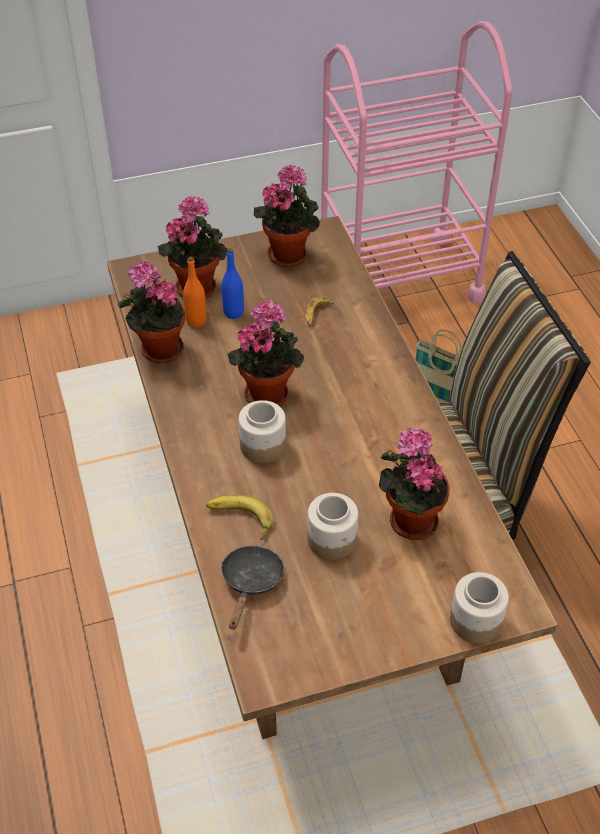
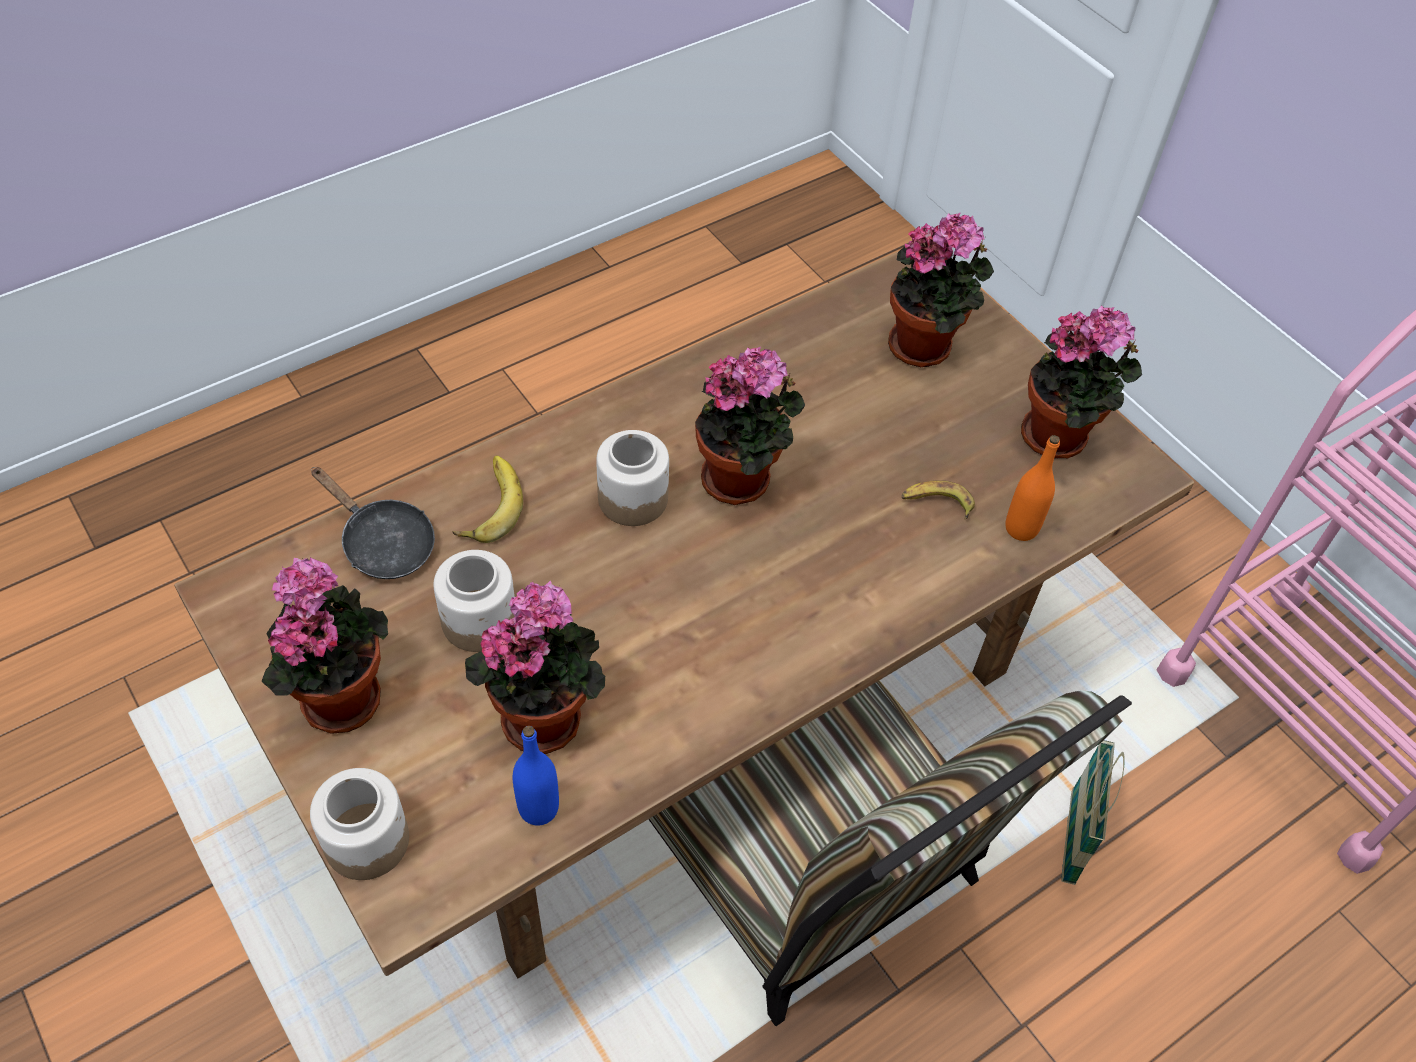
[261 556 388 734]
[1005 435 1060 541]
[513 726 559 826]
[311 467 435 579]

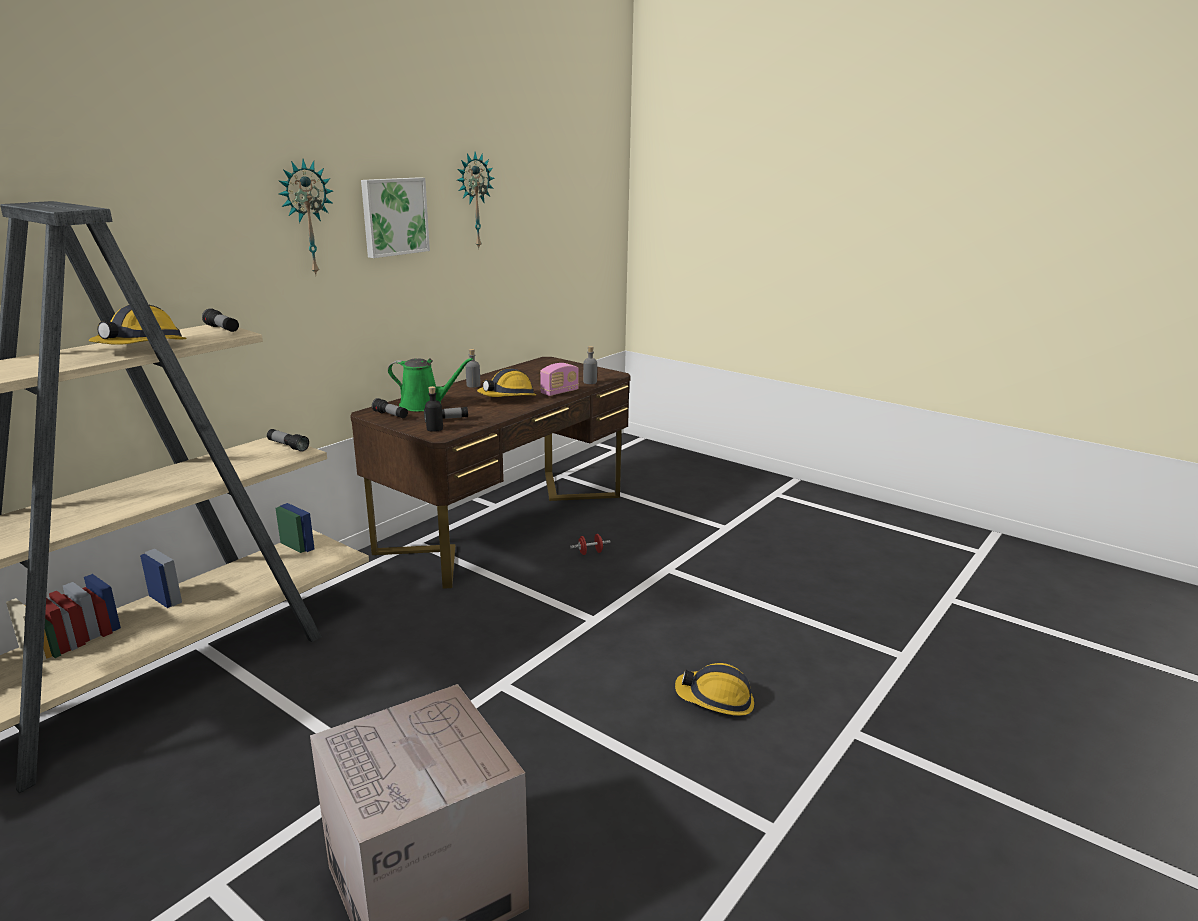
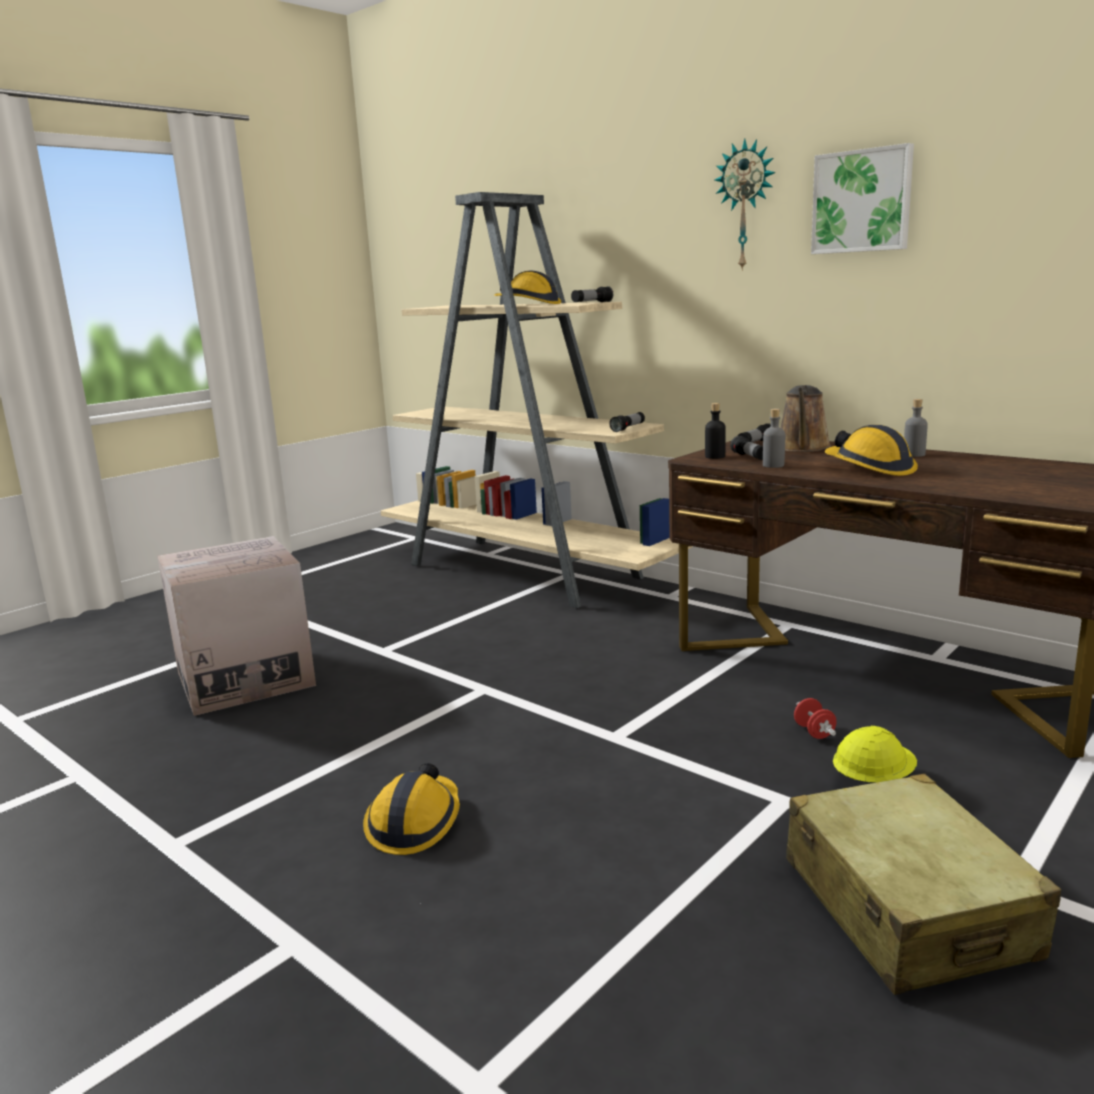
[781 385 831 452]
[457 152 494 248] (first image)
[540 363 579 396] (first image)
[763 409 785 468]
[786 774 1061 995]
[833 726 917 784]

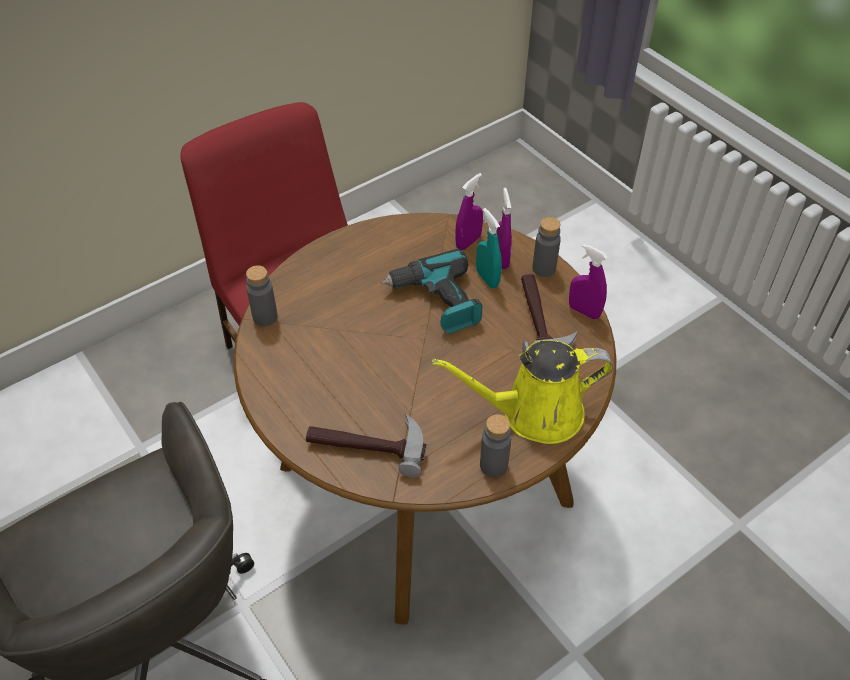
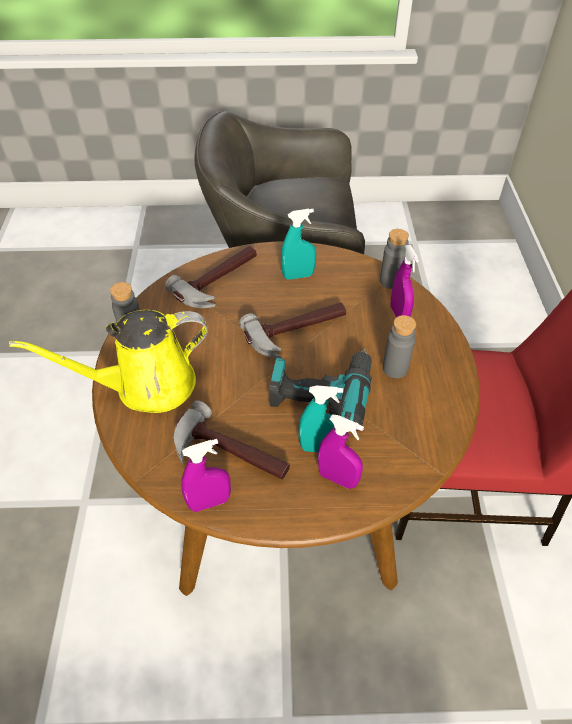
[9 310 208 413]
[390 245 419 317]
[383 315 416 378]
[239 302 346 358]
[281 209 316 280]

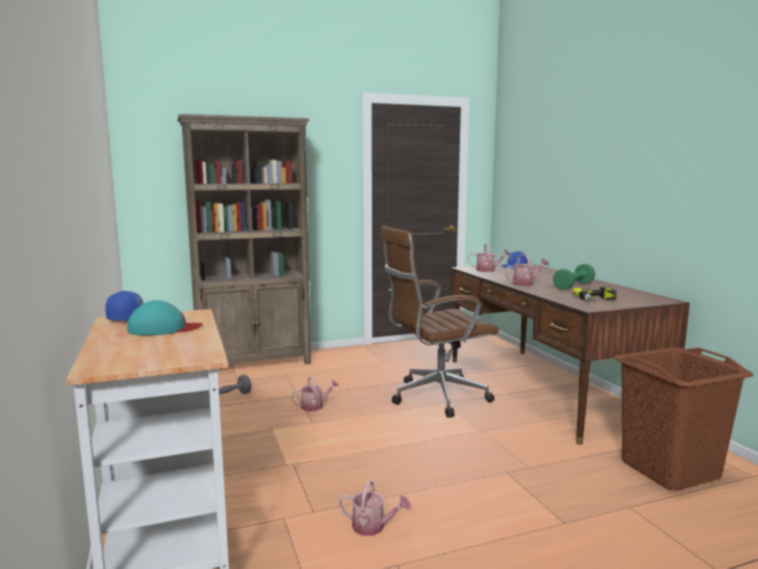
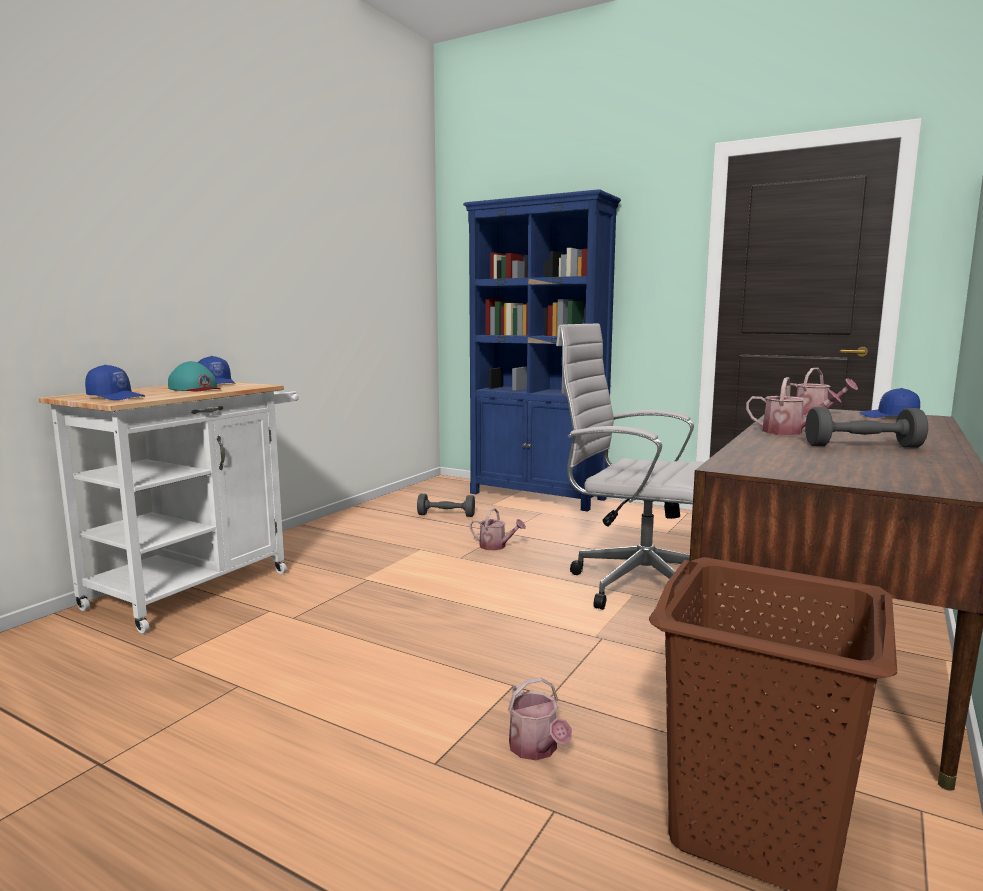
[463 189 621 512]
[508 677 572 760]
[556 323 705 610]
[805 407 928 448]
[573 287 616 302] (first image)
[85 365 145 400]

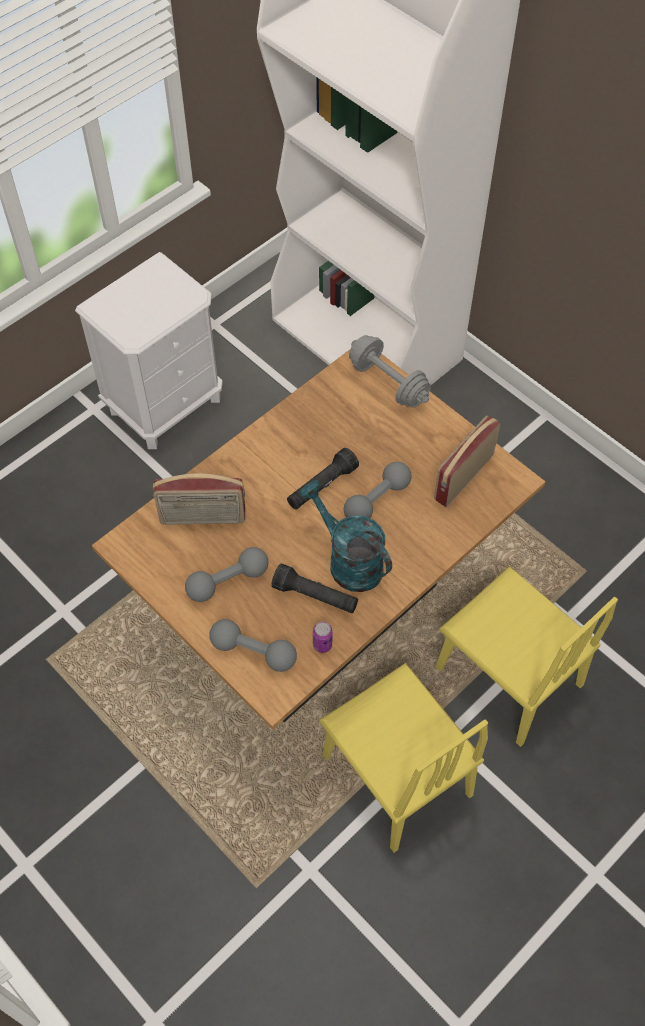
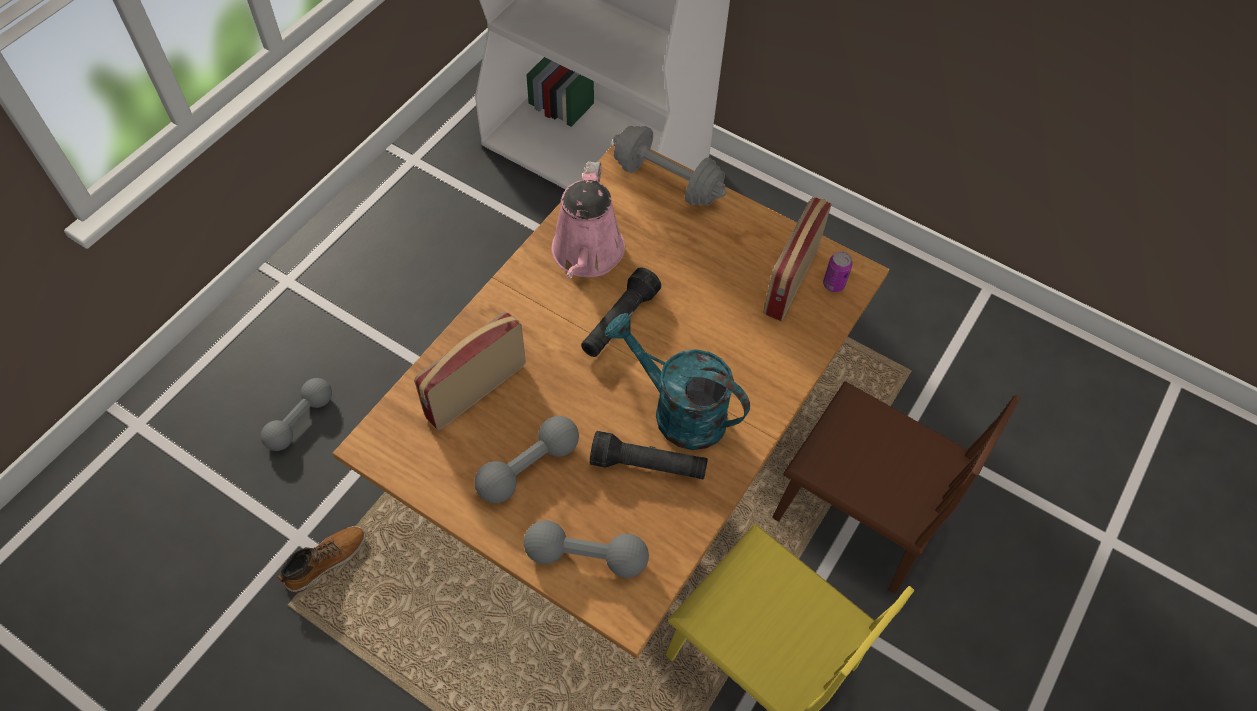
[75 252 223 449] (first image)
[414 312 526 430]
[823 251 853 292]
[261 378 332 451]
[772 381 1020 594]
[278 526 366 593]
[551 161 625 278]

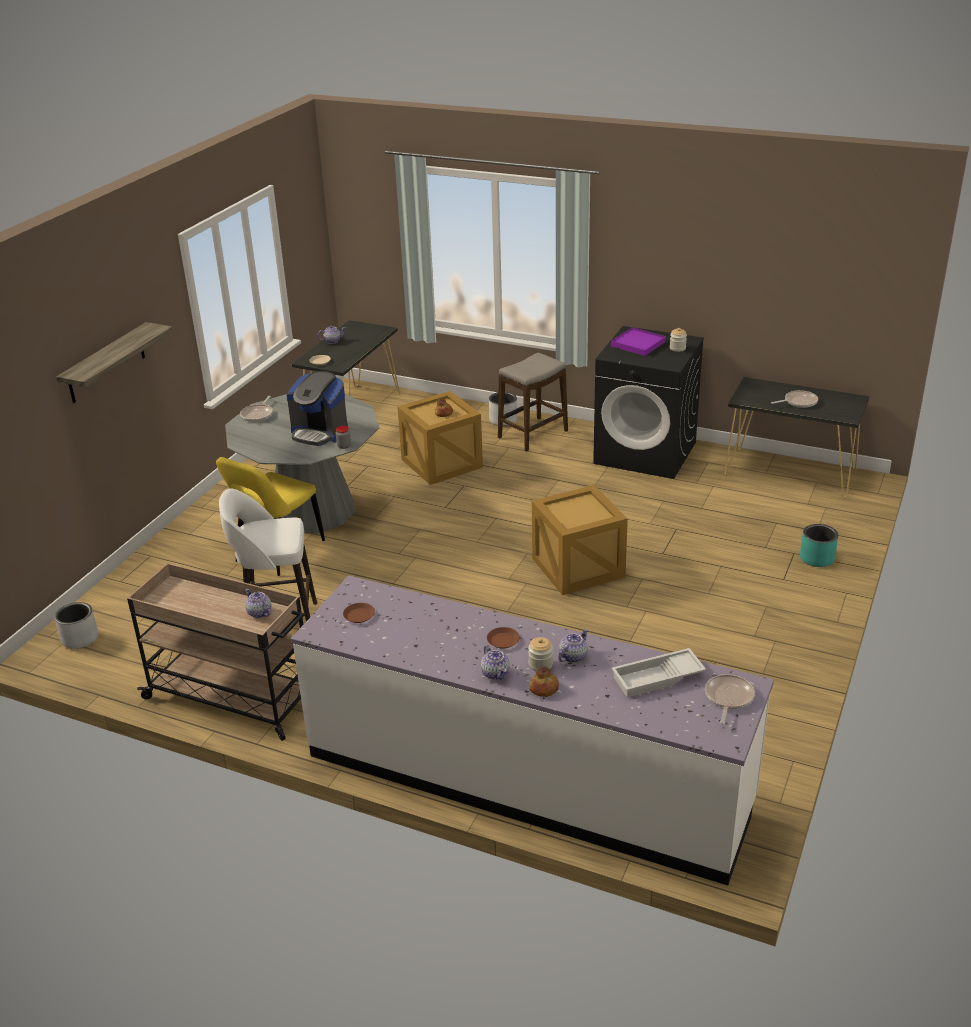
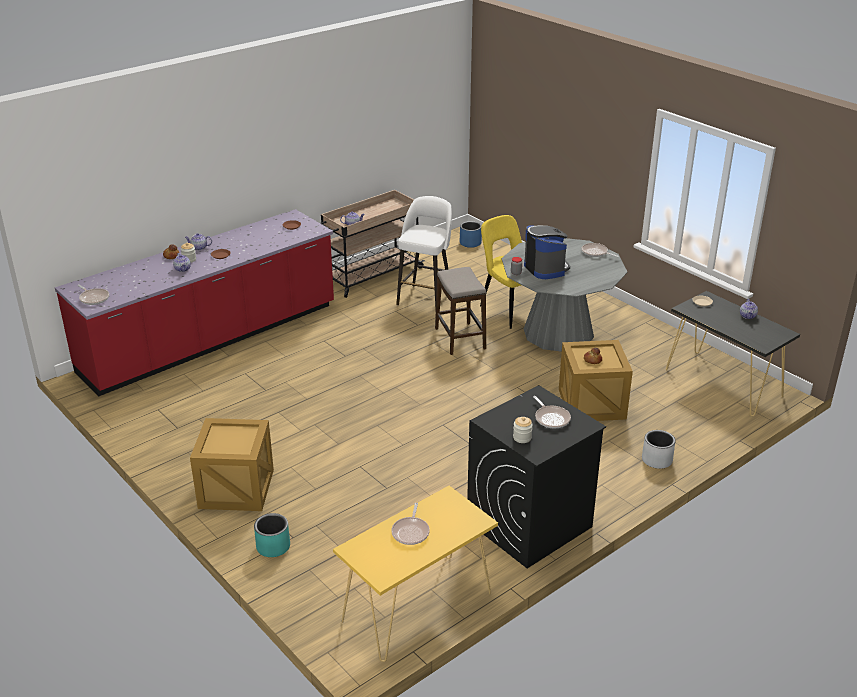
[460 221 482 248]
[56 322 173 403] (first image)
[524 225 570 279]
[55 209 334 397]
[435 267 486 355]
[190 418 274 511]
[533 396 571 428]
[611 648 706 697] (first image)
[333 486 498 662]

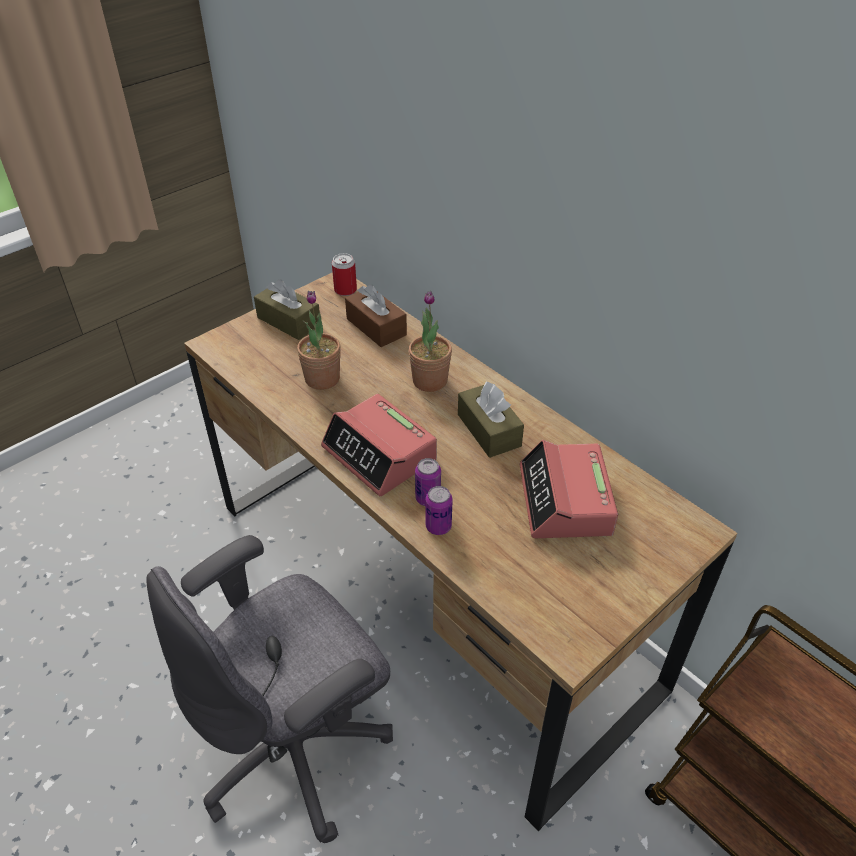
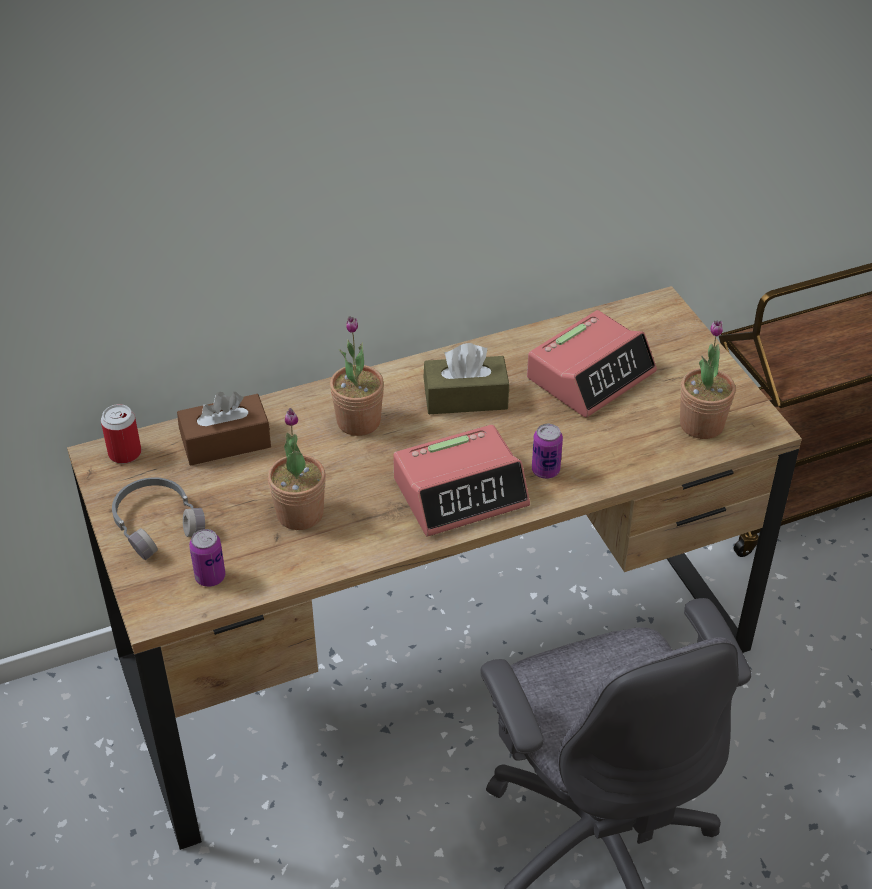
[112 477 205 560]
[189 529 226 587]
[527 310 657 418]
[680 320 735 439]

